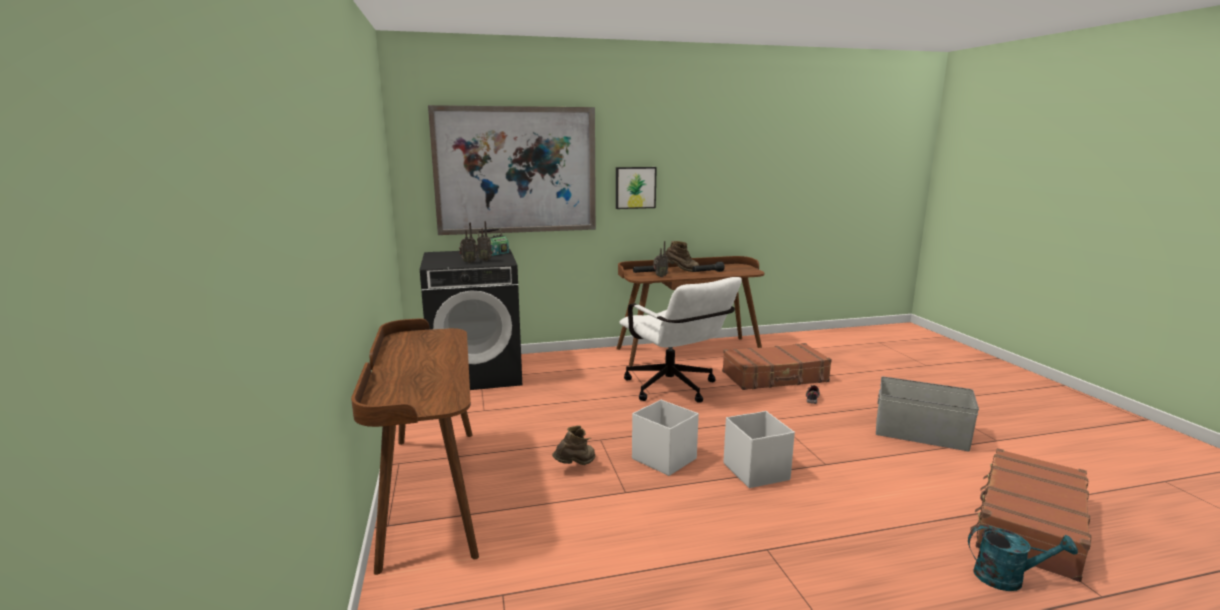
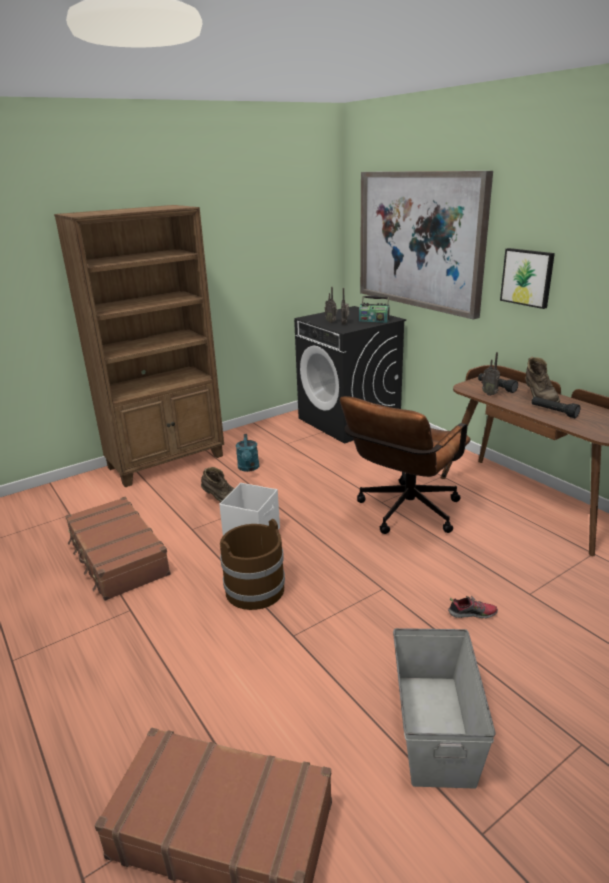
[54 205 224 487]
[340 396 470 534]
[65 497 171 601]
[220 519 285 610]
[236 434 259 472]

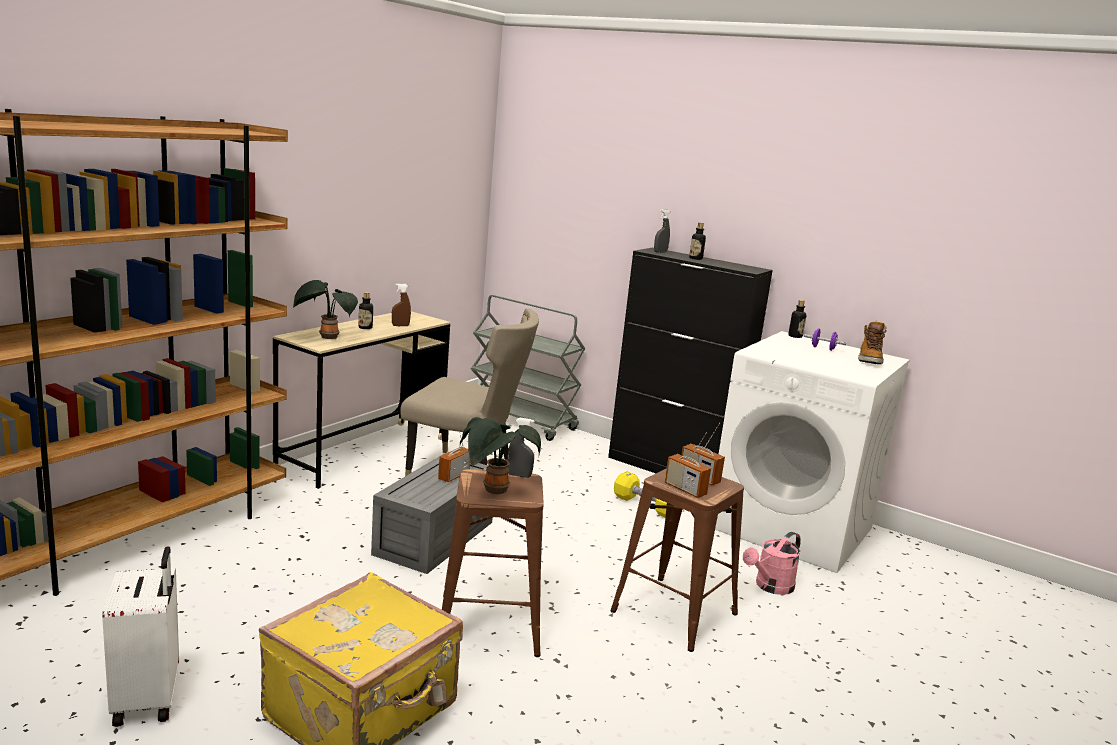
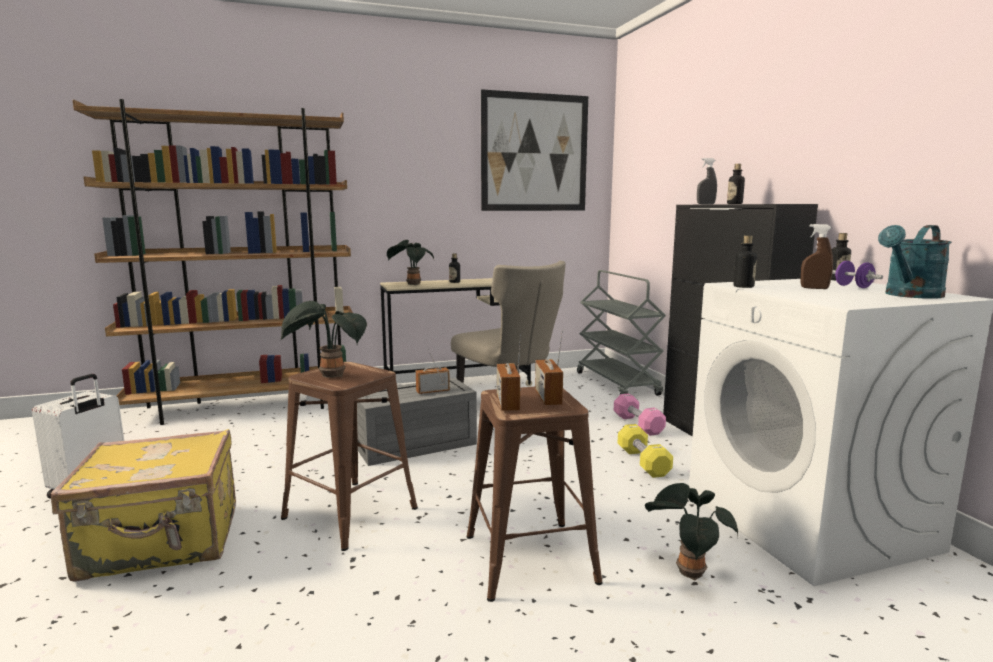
[801 224 833 289]
[507 418 534 478] (first image)
[645 483 738 581]
[878 225 952 299]
[481 89 588 211]
[614 393 666 436]
[733 235 757 288]

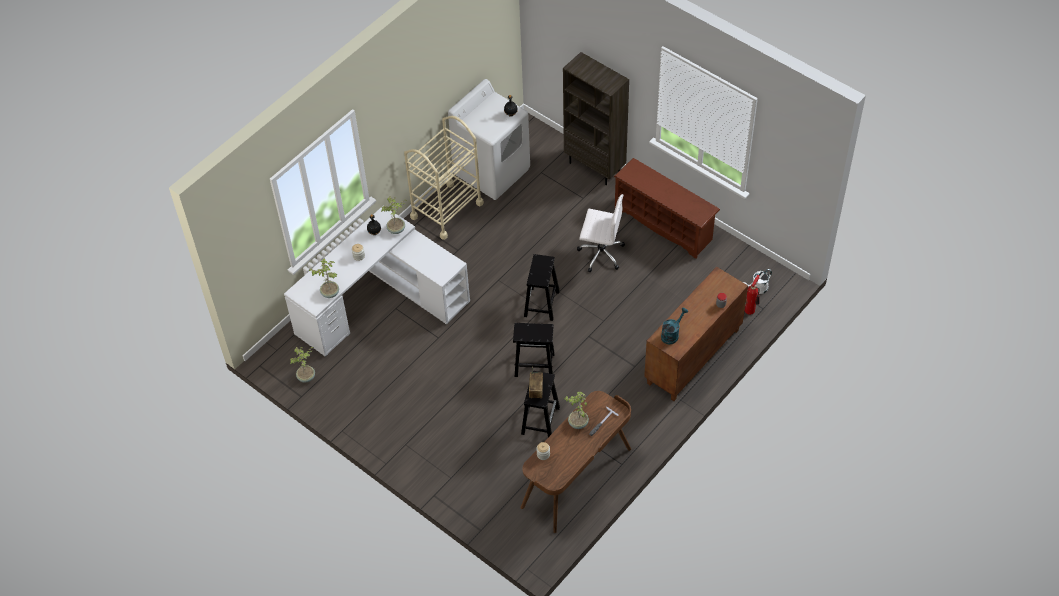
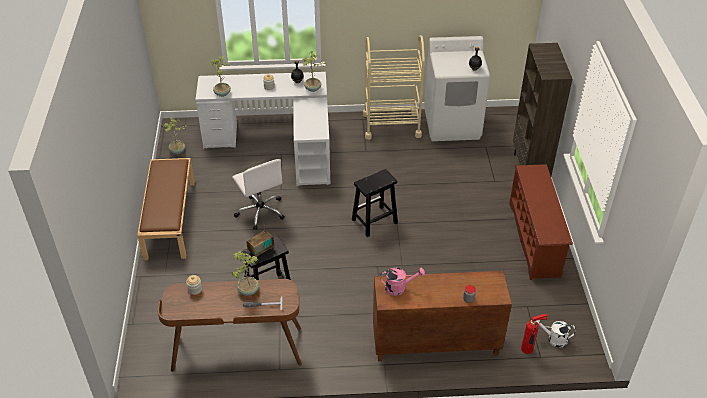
[513 323 555 377] (first image)
[232 159 285 230]
[380 268 425 296]
[137 158 195 260]

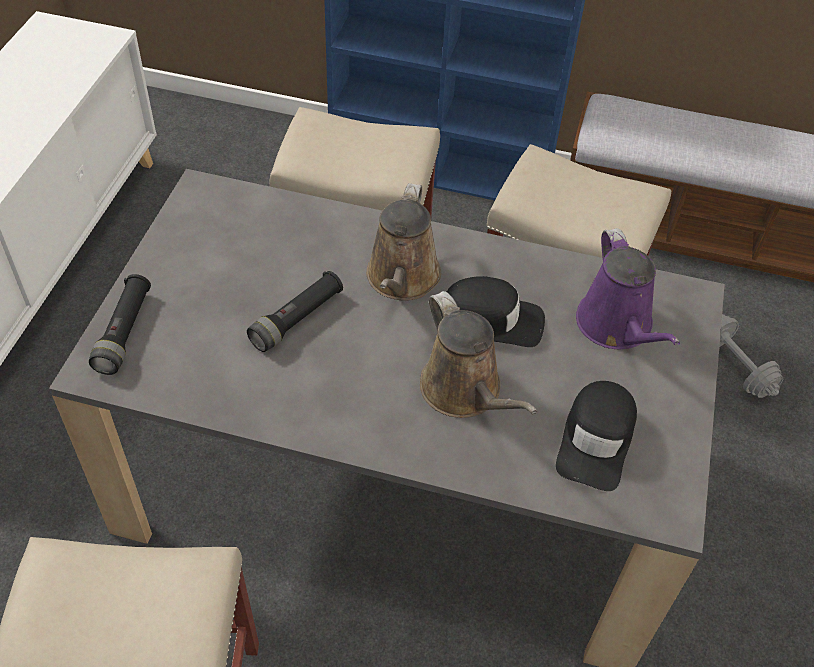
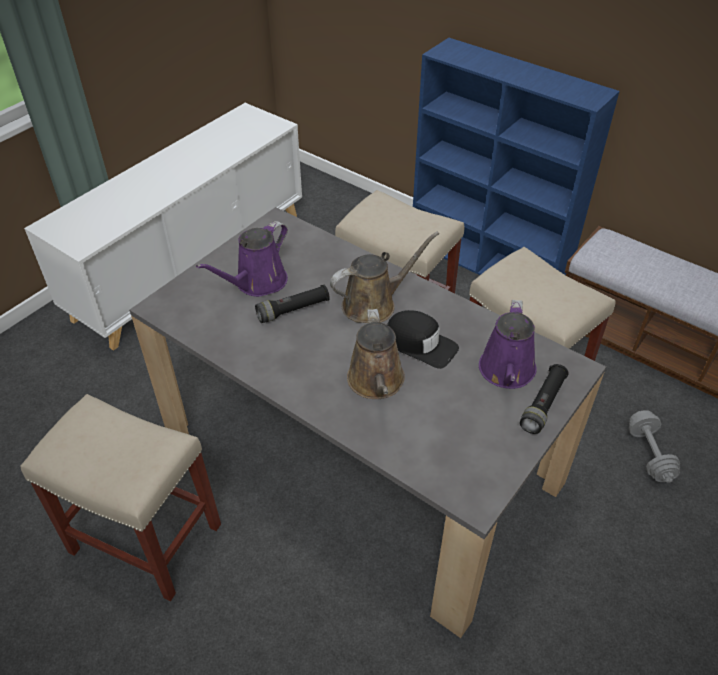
[520 364 569 434]
[330 232 439 323]
[556 381 637 491] (first image)
[196 221 288 297]

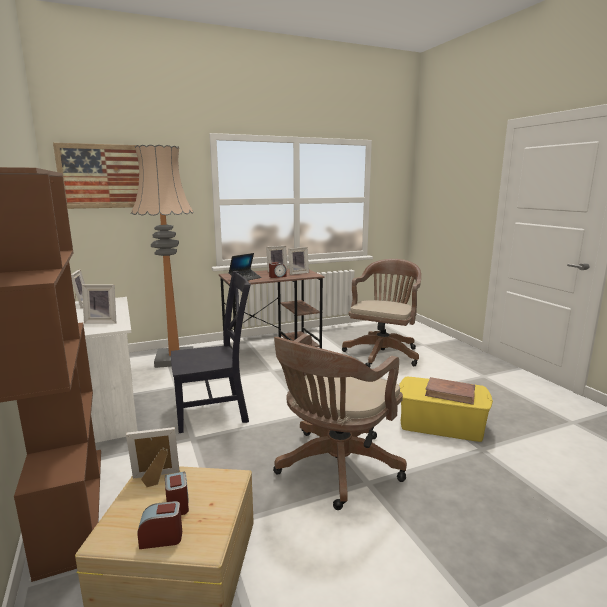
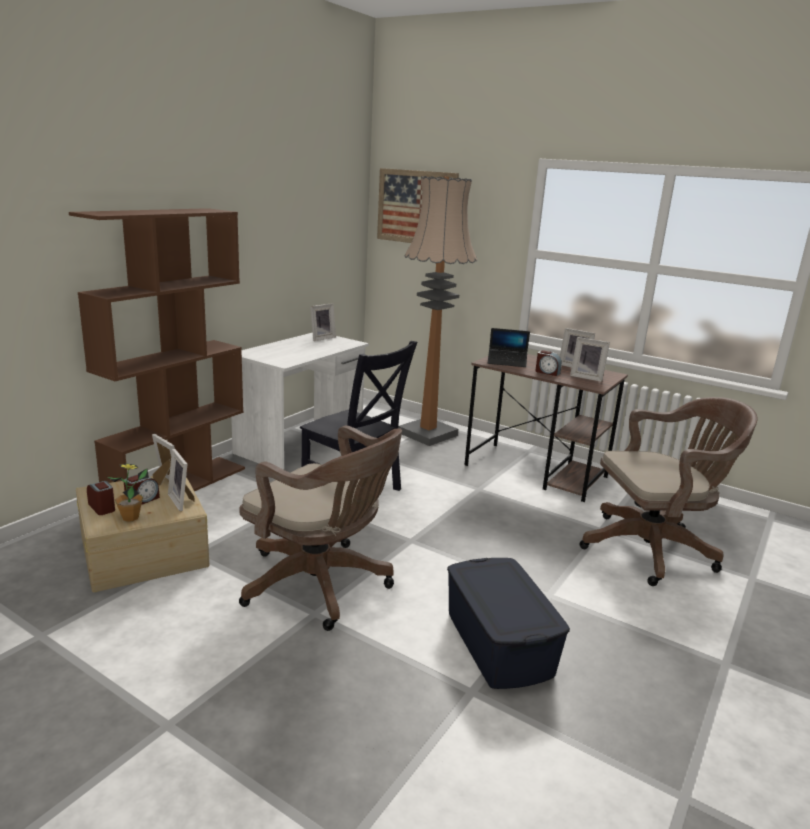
[168 449 194 511]
[239 425 402 631]
[447 558 570 689]
[425 377 475 405] (first image)
[107 464 149 522]

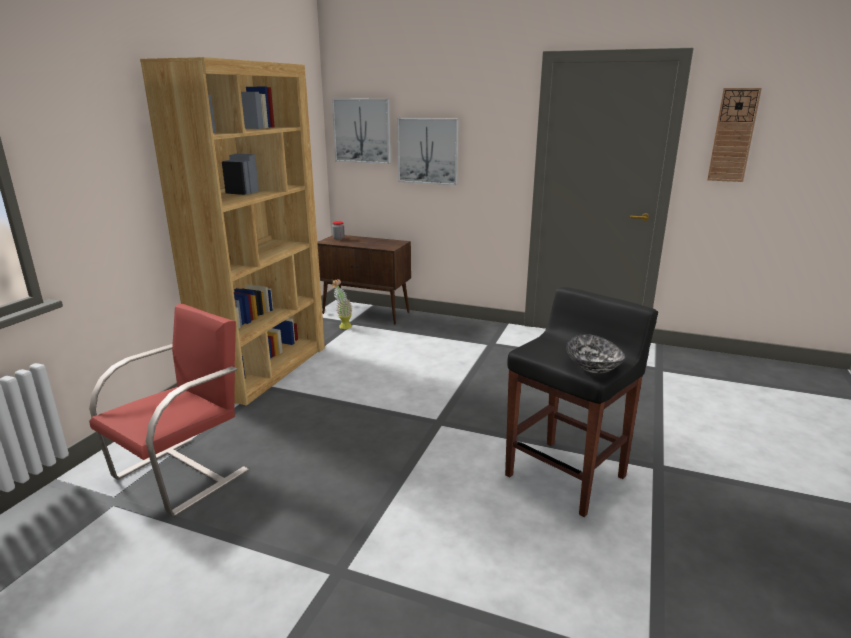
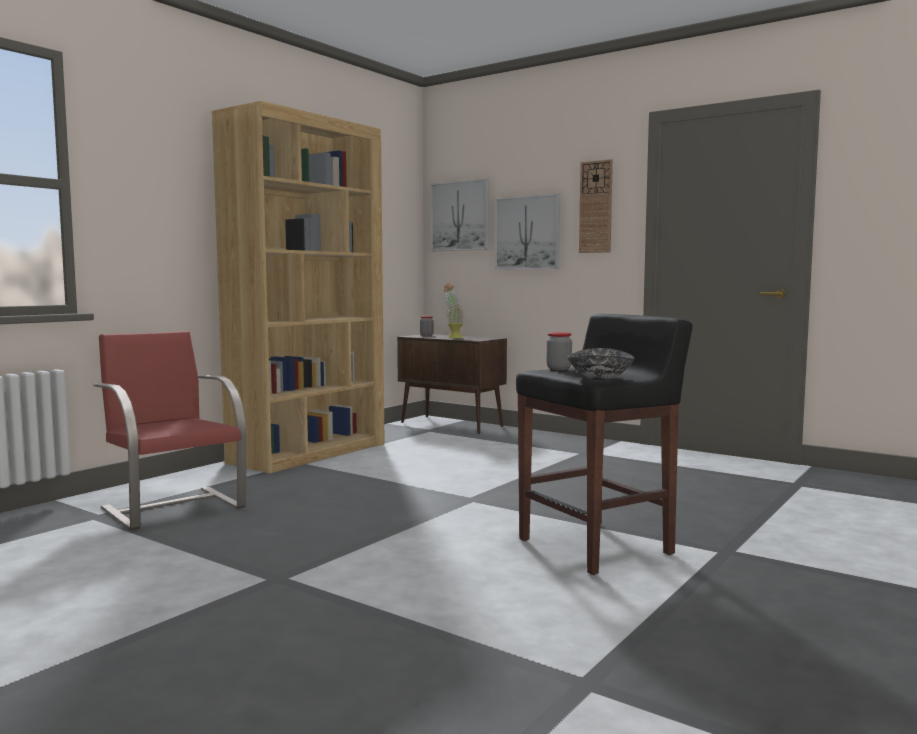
[93 331 246 531]
[443 283 465 338]
[579 159 613 253]
[547 332 572 370]

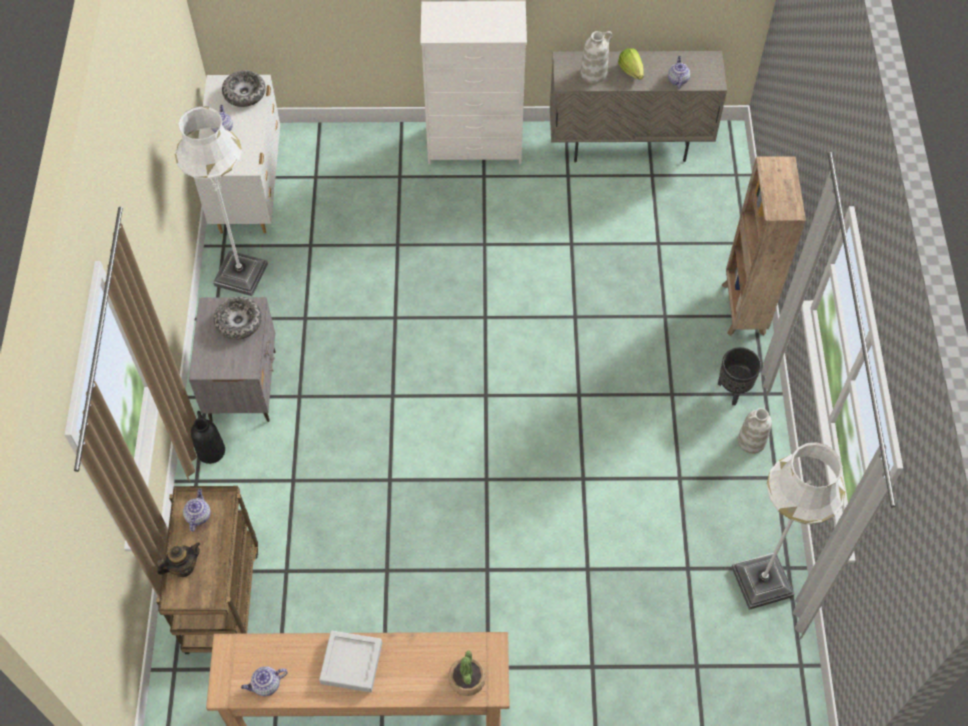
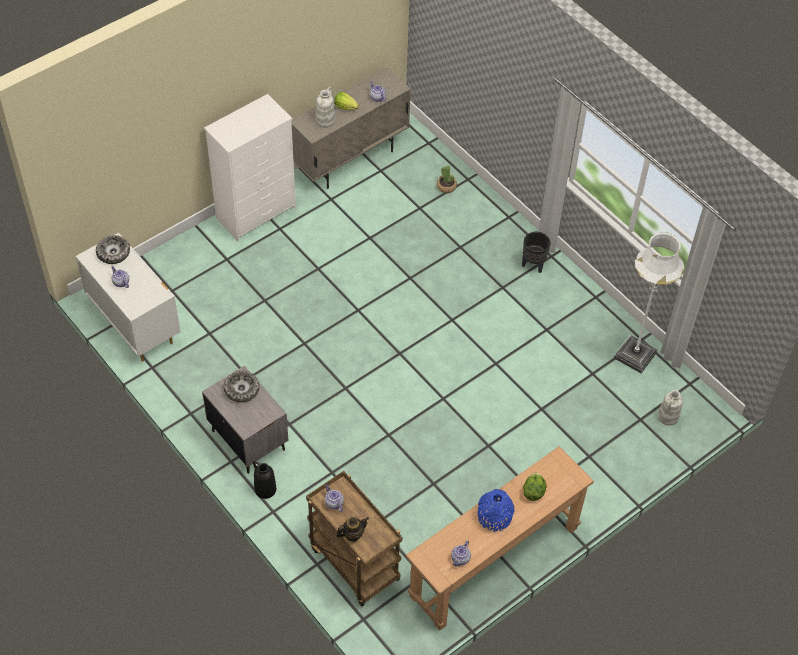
[336 517 369 542]
[175 106 268 296] (first image)
[478 489 514 532]
[437 165 457 193]
[721 156 806 336] (first image)
[658 390 683 426]
[523 472 547 501]

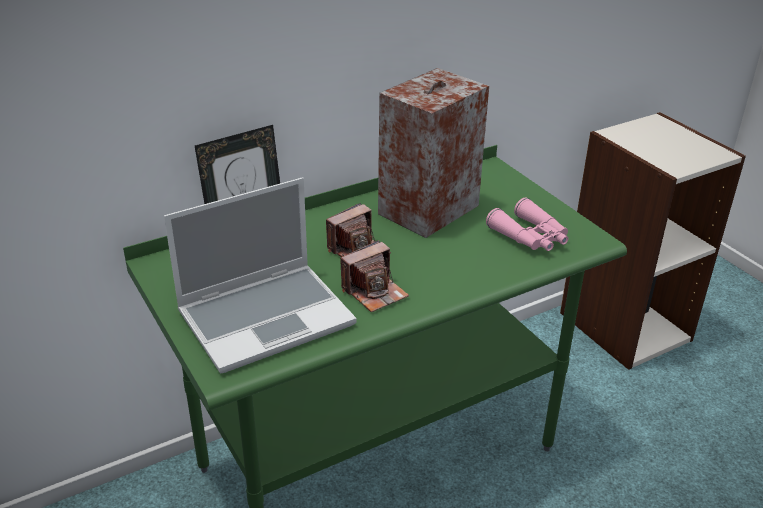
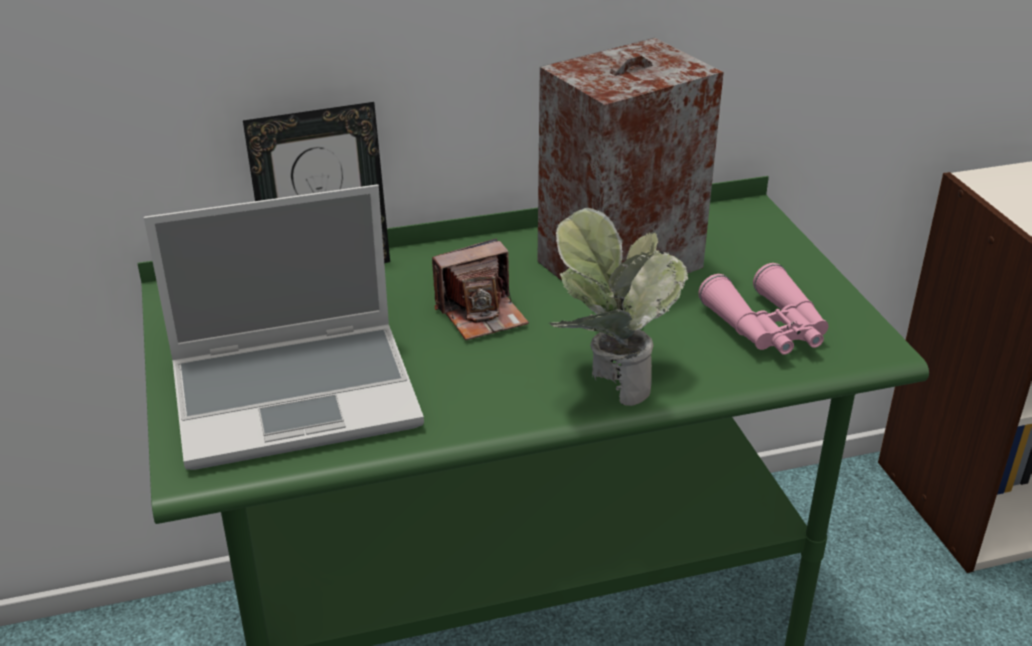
[340 240 409 312] (first image)
[549 208 689 406]

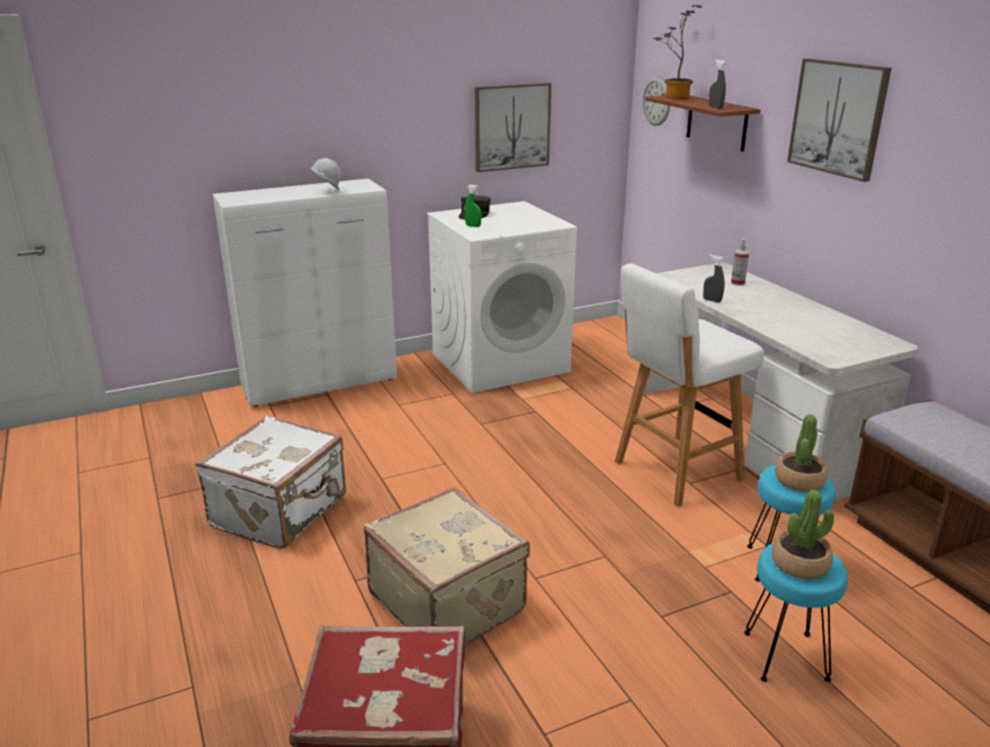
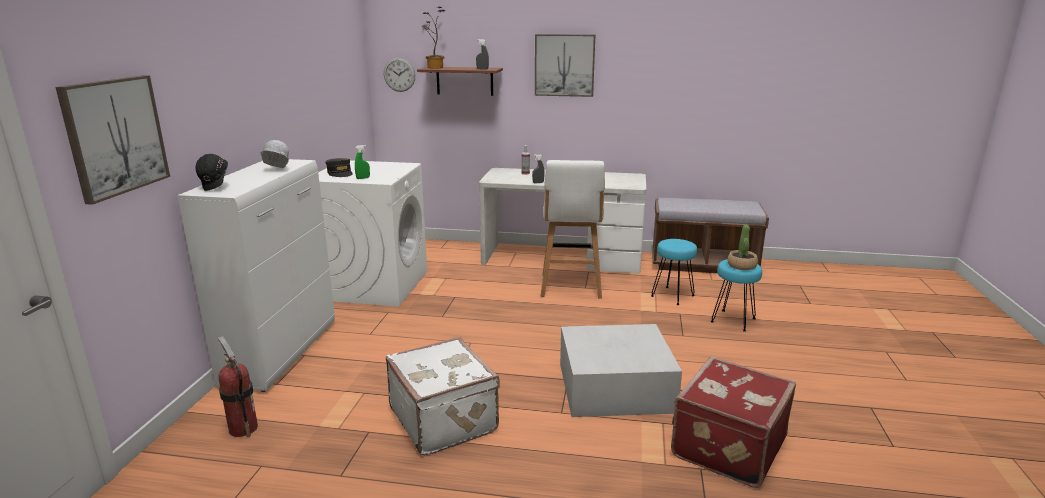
[560 324 682 417]
[56 75 170 205]
[775 414 828 492] (first image)
[196 154 228 191]
[218 336 258 437]

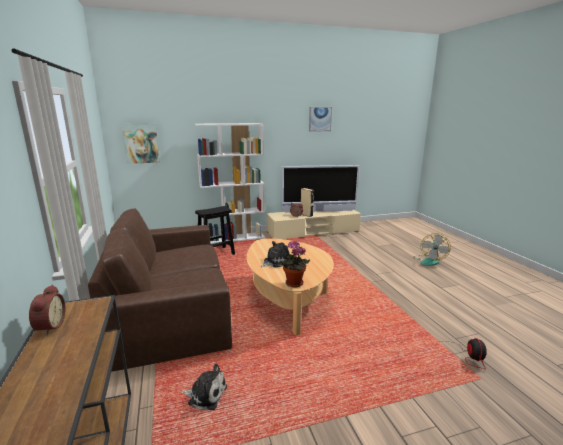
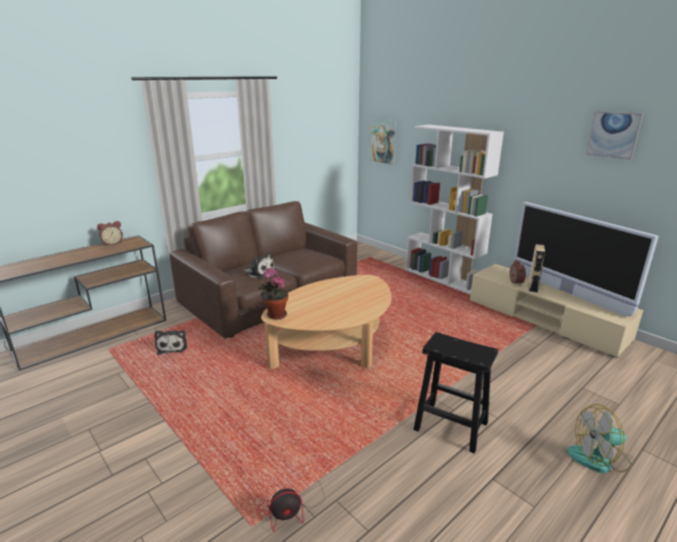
[413 332 498 454]
[243 253 274 279]

